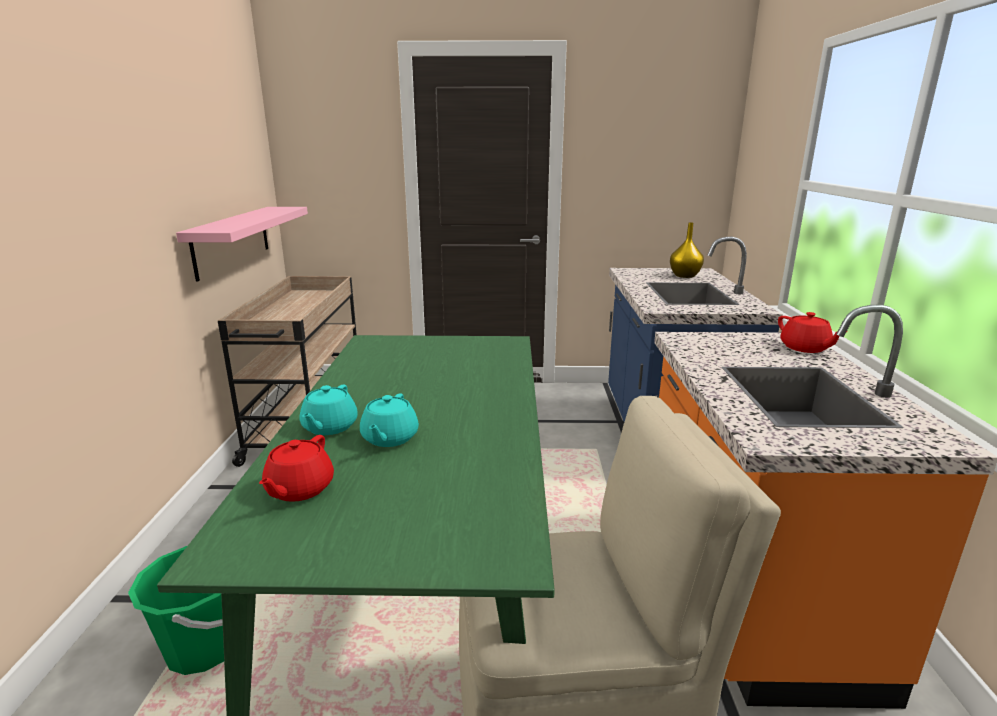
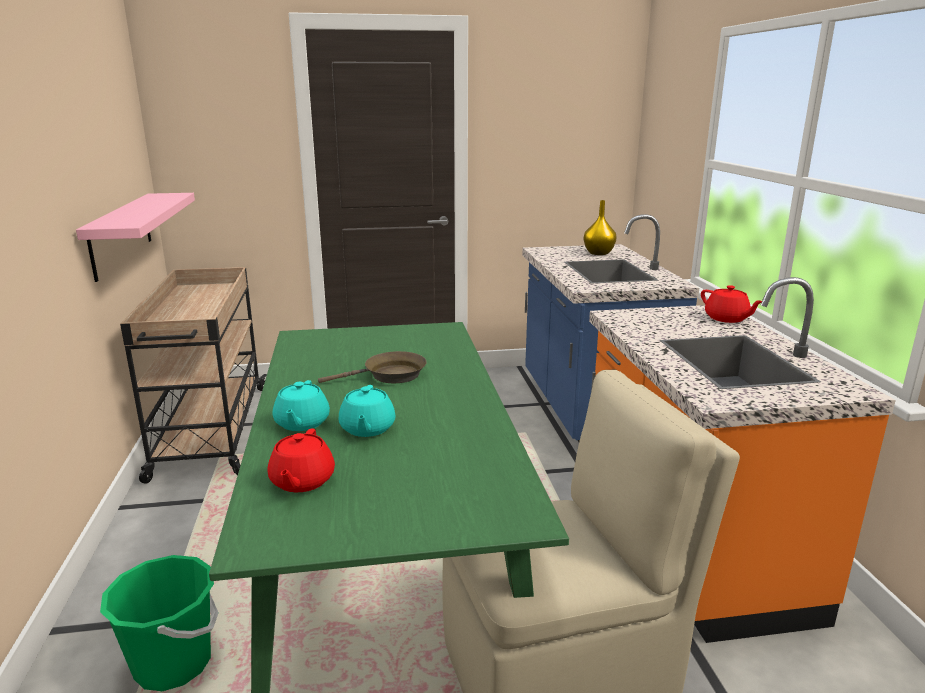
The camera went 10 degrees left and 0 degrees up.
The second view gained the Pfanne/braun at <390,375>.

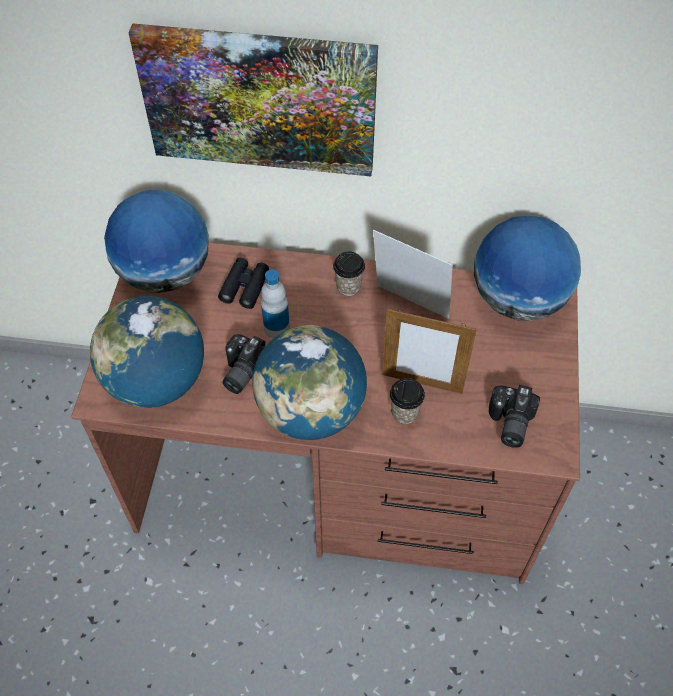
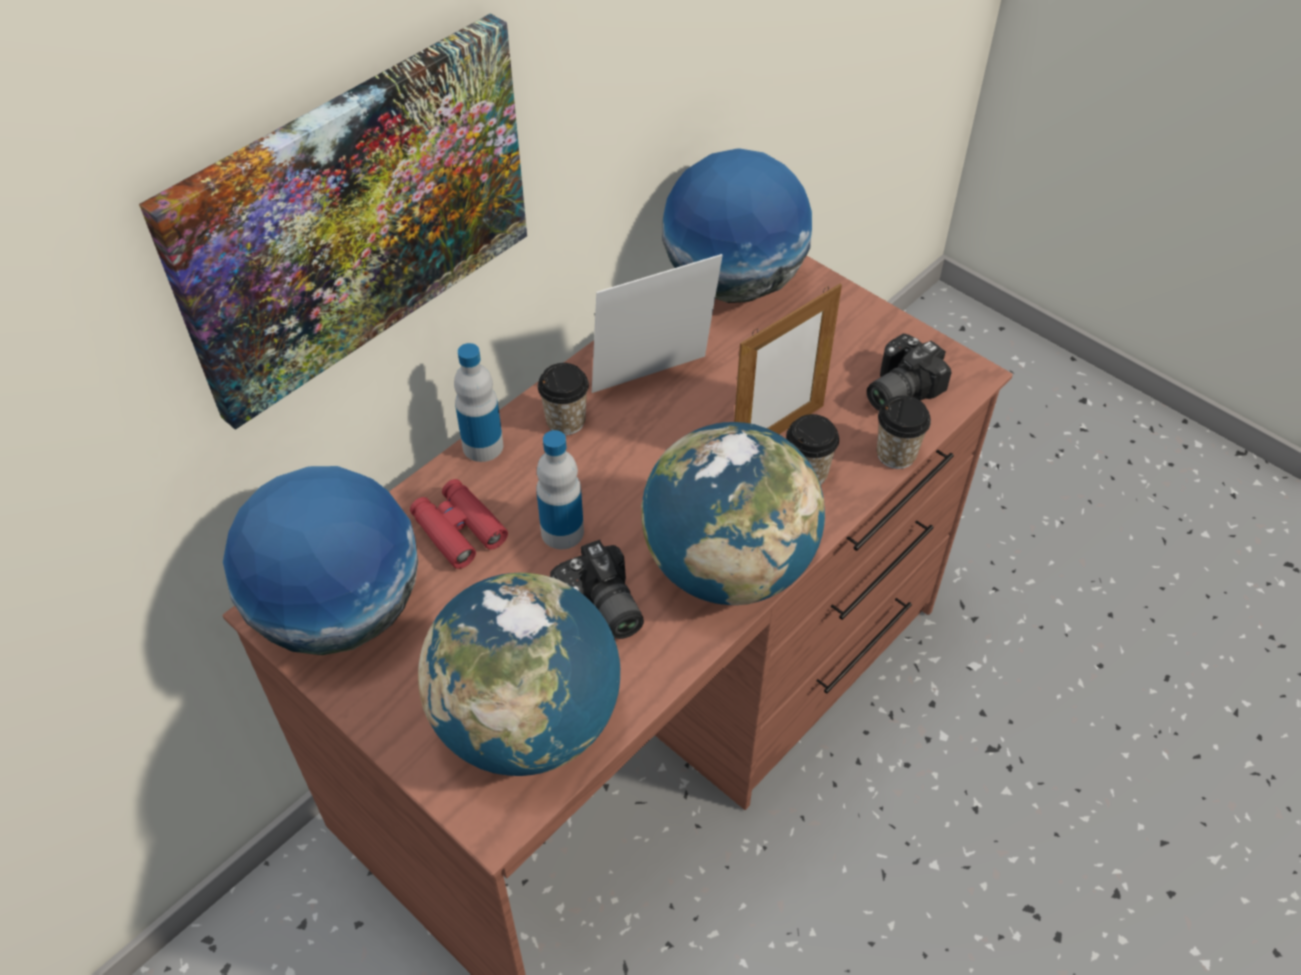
The camera went 55 degrees left and 5 degrees down.
What was the Fernglas/schwarz at <245,287> turned into the Fernglas/rot at <458,530>.
The second view gained the Flasche at <483,446>.
The Kamera at <508,423> ended up facing another way, 90 degrees clockwise from before.
The second view gained the Tasse at <896,454>.

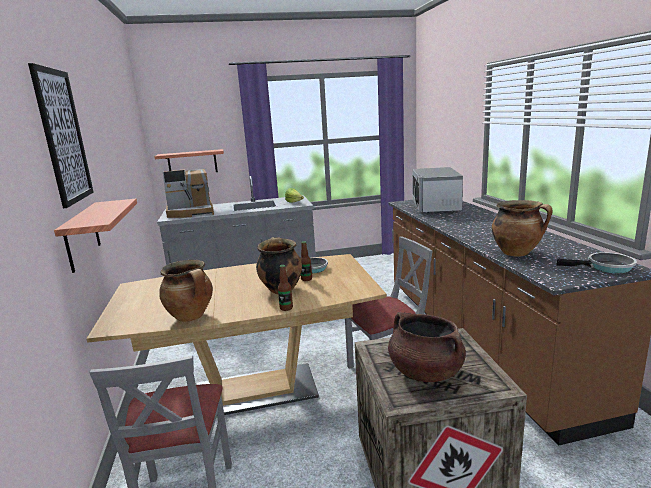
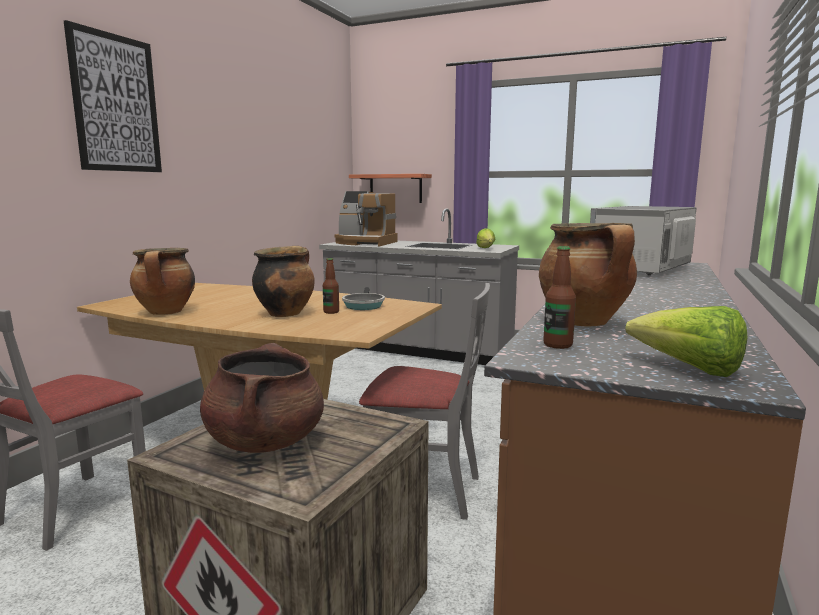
The camera went 35 degrees right and 5 degrees down.
The Flasche ended up elsewhere, having gone from <286,308> to <557,345>.
Where the Pfanne stood at <606,267>, the Salatkopf came to stand at <689,369>.
The second view lost the Wandregal at <82,236>.

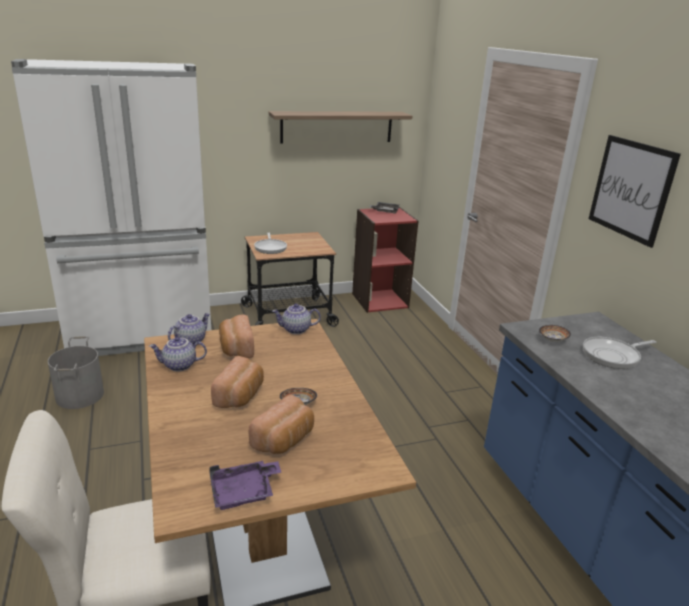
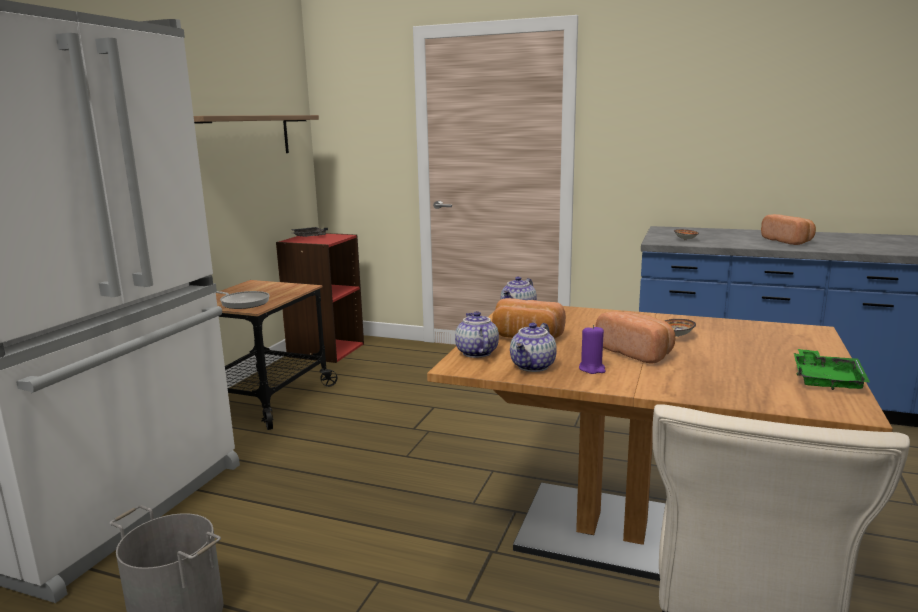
The camera went 50 degrees left and 10 degrees down.
The second view gained the Kerze/lila at <592,369>.
The Brot ended up elsewhere, having gone from <285,440> to <788,241>.
What was the Tablett/lila at <244,492> turned into the Tablett/grün at <826,380>.
The second view lost the Pfanne at <613,356>.
The second view lost the Bild at <631,189>.

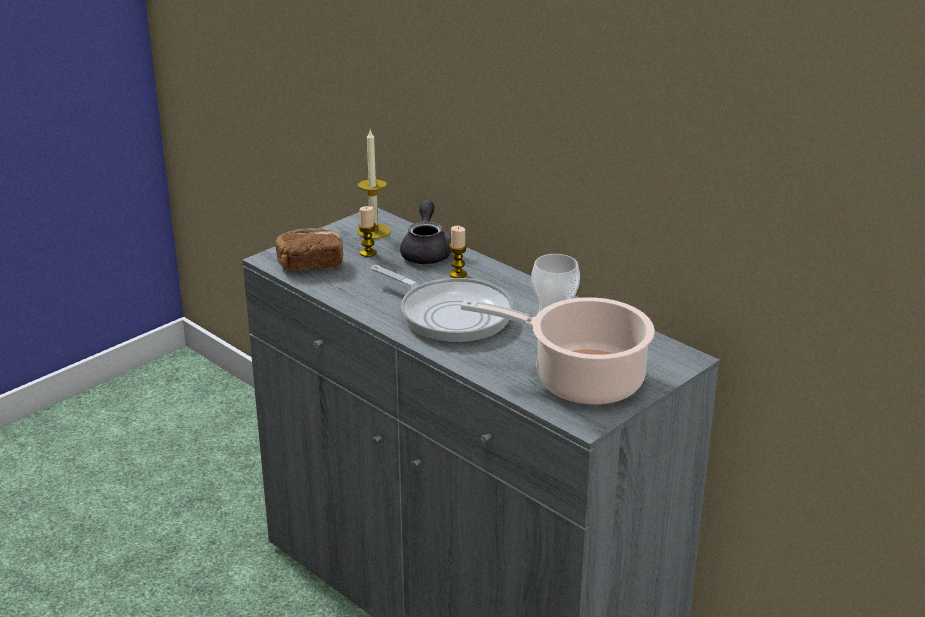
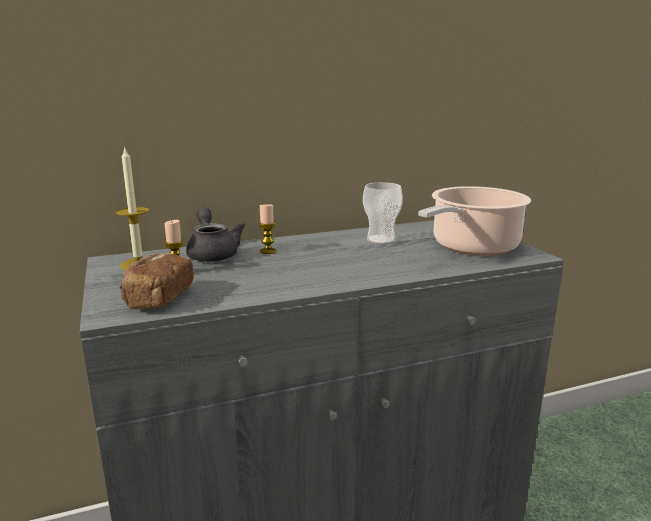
The camera went 65 degrees left and 10 degrees down.
The Teekanne/grau at <427,252> ended up facing another way, 45 degrees clockwise from before.
The second view lost the Pfanne at <450,314>.

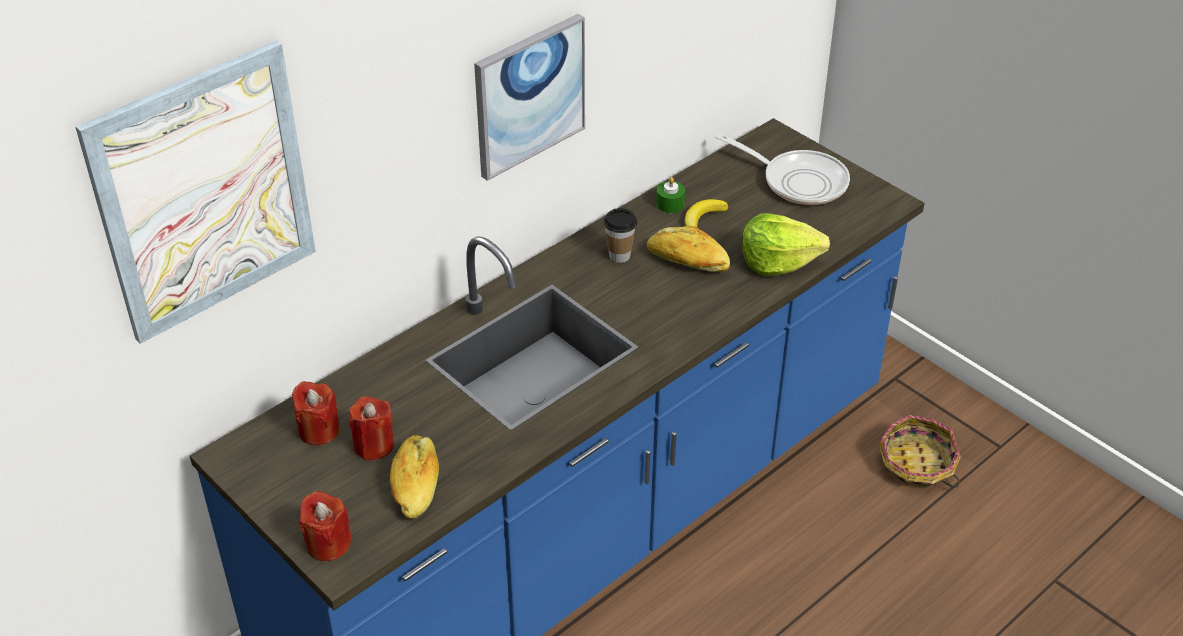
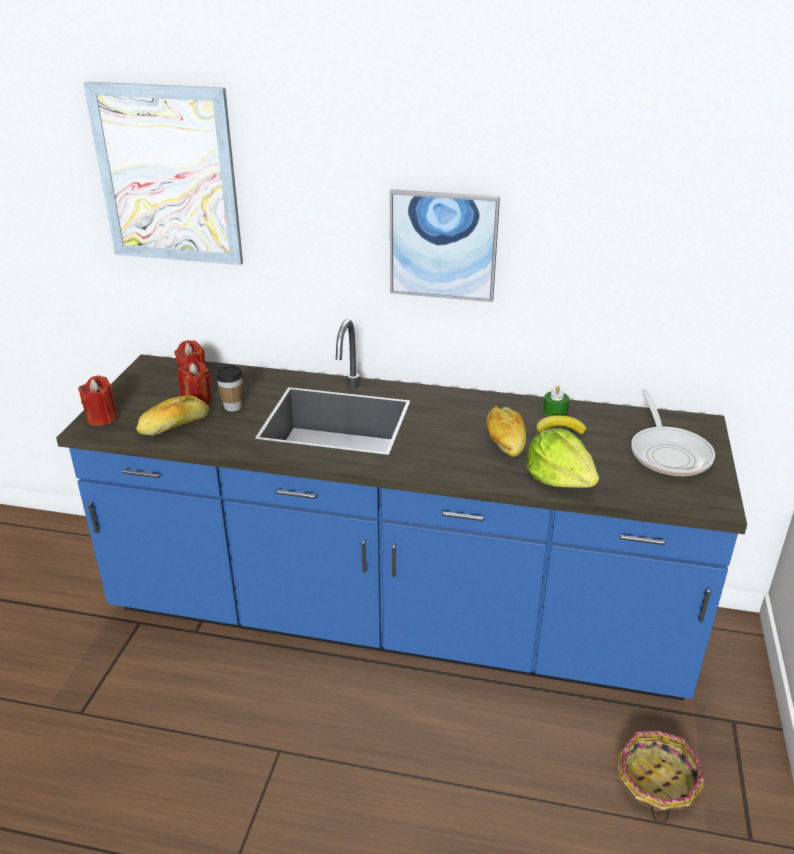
The camera went 55 degrees right and 10 degrees down.
The Tasse ended up elsewhere, having gone from <619,256> to <233,407>.

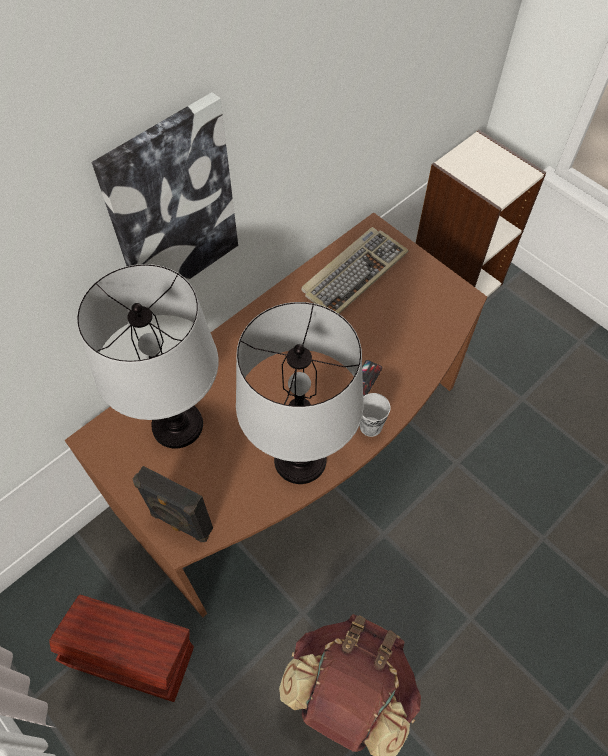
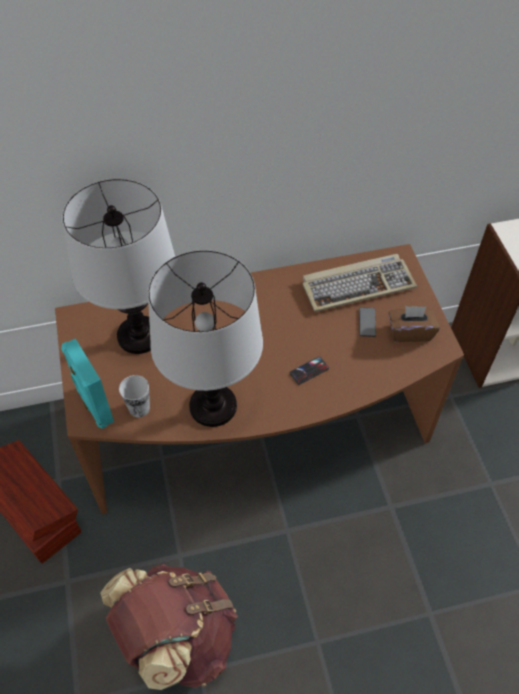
The camera went 30 degrees right and 5 degrees down.
What was the Lautsprecher/schwarz at <181,523> turned into the Lautsprecher/türkis at <94,406>.
The Tasse ended up elsewhere, having gone from <370,426> to <139,408>.
The second view gained the Handy at <367,322>.
The second view gained the Taschentuchbox/braun at <410,332>.
The second view lost the Bild at <171,206>.

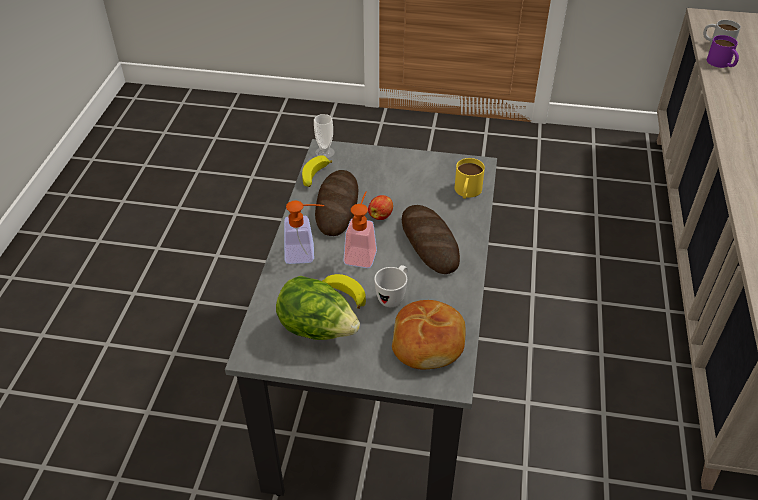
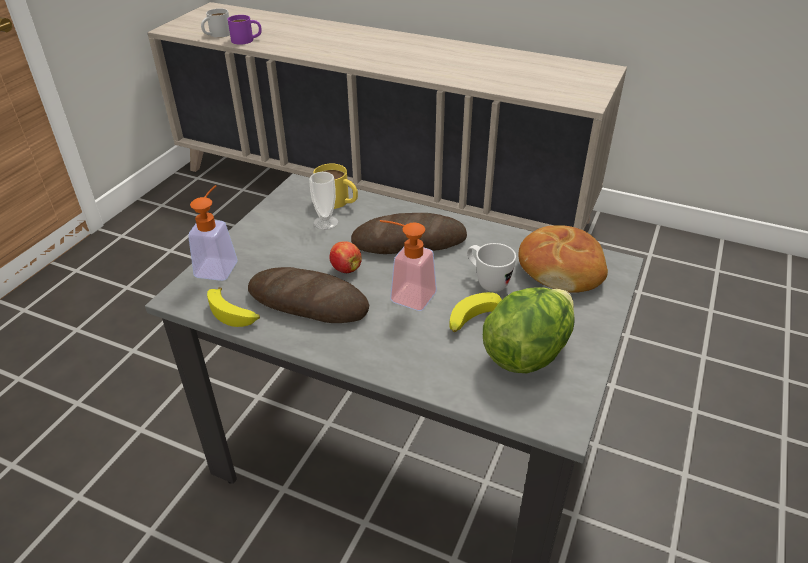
The camera went 75 degrees left and 5 degrees down.
The Seifenspender ended up elsewhere, having gone from <306,254> to <219,265>.
The Tasse ended up elsewhere, having gone from <325,152> to <325,222>.

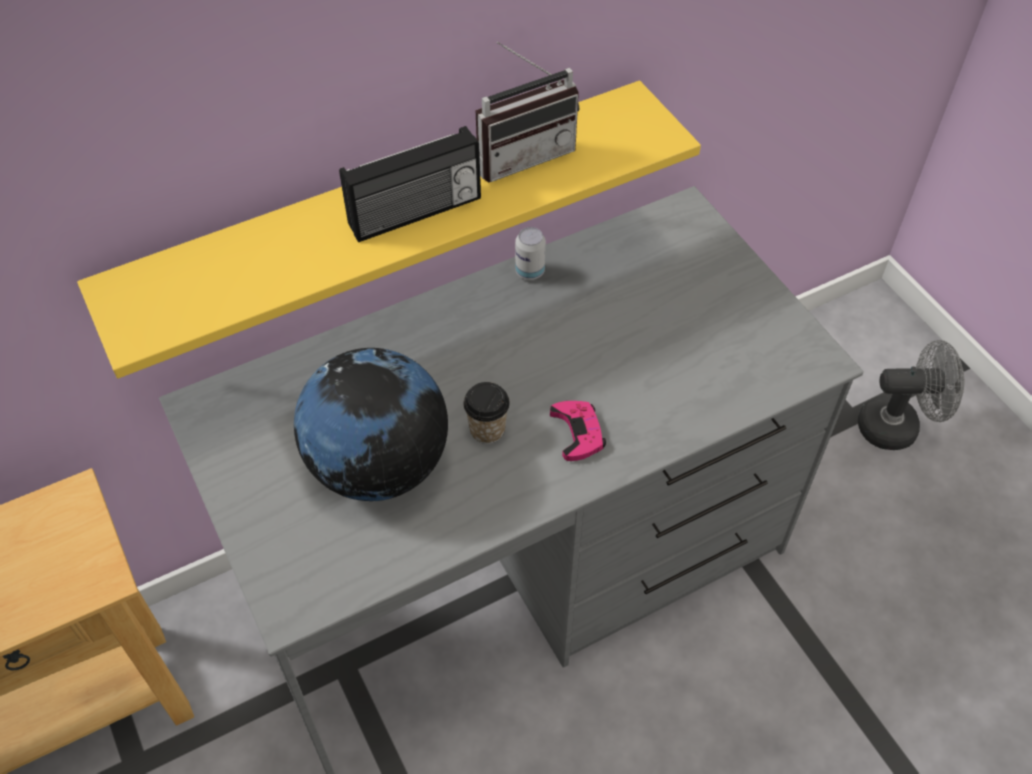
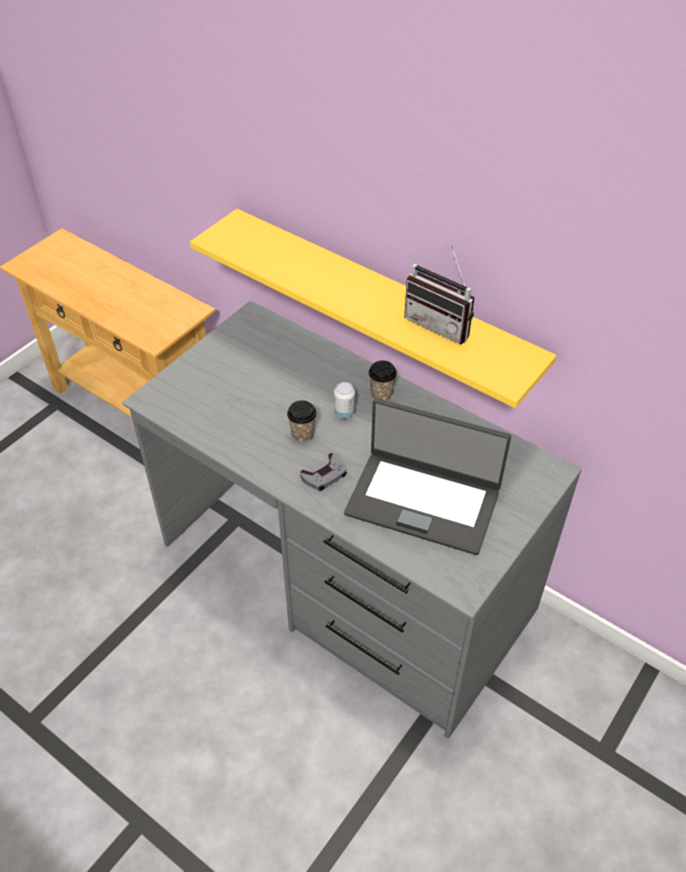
The camera went 65 degrees right and 5 degrees down.
What was the Gamepad/rosa at <577,432> turned into the Gamepad/grau at <324,475>.
The Dose ended up elsewhere, having gone from <530,271> to <344,413>.
The second view gained the Laptop at <423,501>.
The second view gained the Tasse at <381,393>.
The second view lost the Globus at <379,465>.
The second view lost the Radio at <416,213>.
The second view lost the Ventilator/grau at <897,426>.

